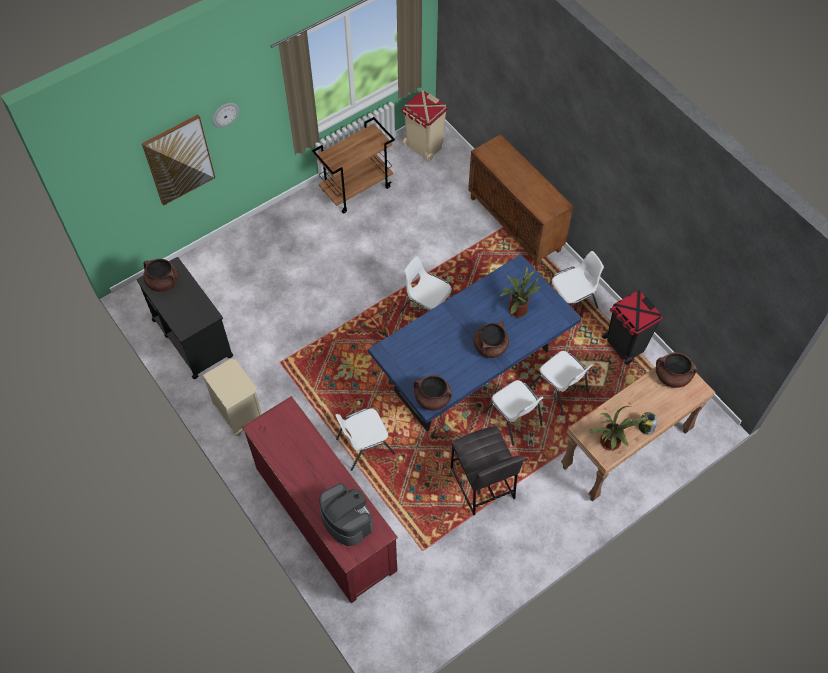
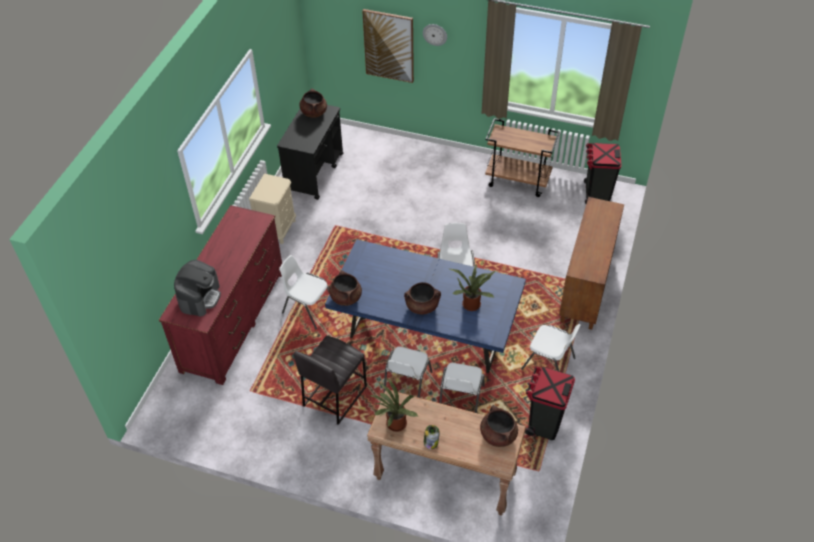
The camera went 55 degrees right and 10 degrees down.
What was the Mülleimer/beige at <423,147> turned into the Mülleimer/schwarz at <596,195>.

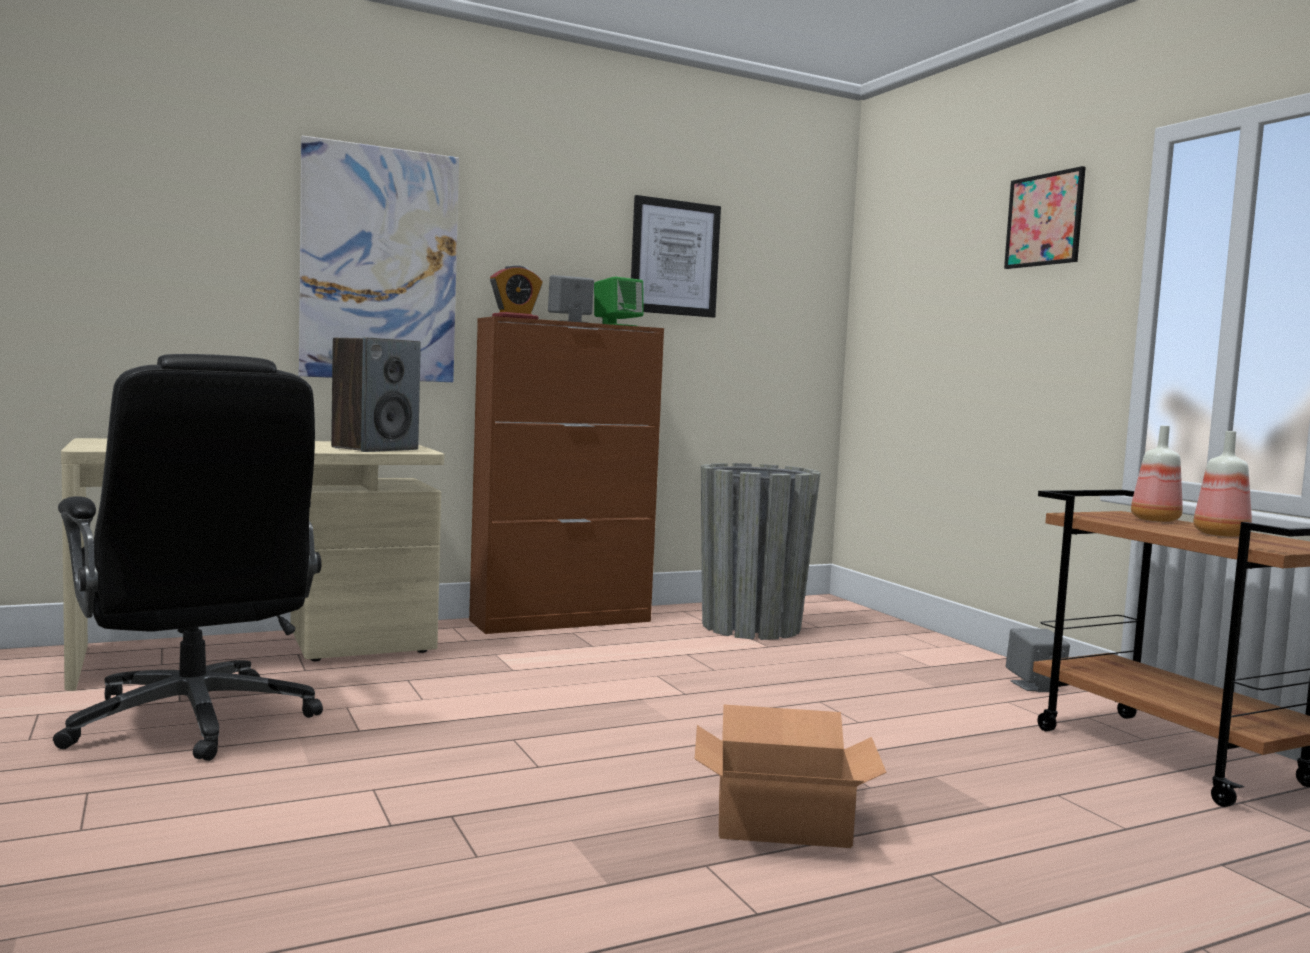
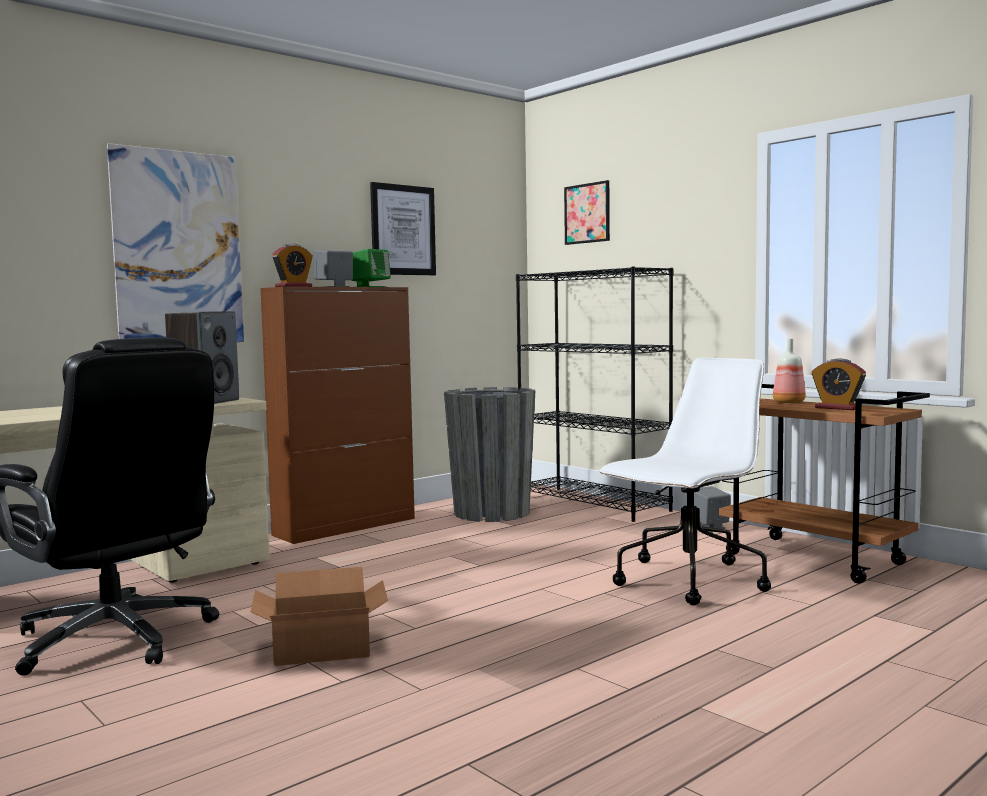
The camera went 15 degrees left and 0 degrees up.
The Karton ended up elsewhere, having gone from <780,820> to <320,647>.
The second view gained the Bücherregal/schwarz at <594,504>.
The Bild ended up elsewhere, having gone from <1044,220> to <587,213>.
The second view gained the Bürostuhl/weiß at <688,581>.
Where the Flasche stood at <1222,535>, the Wecker came to stand at <837,408>.

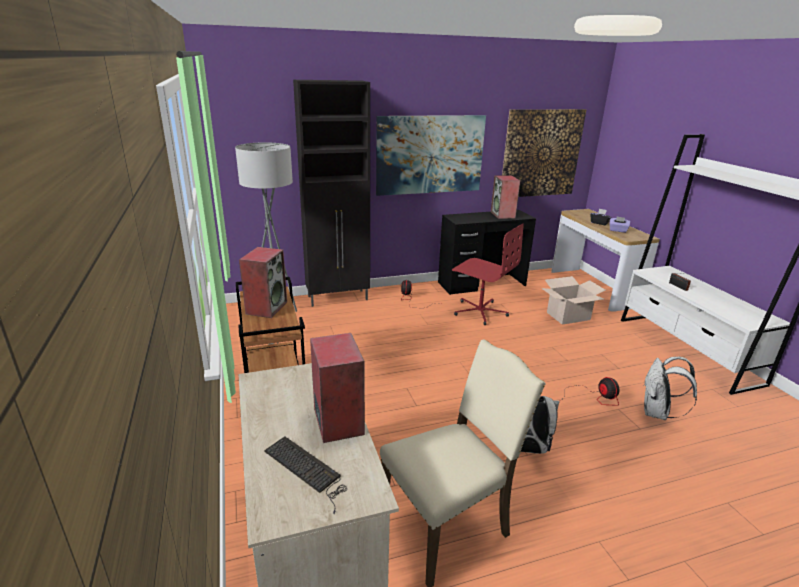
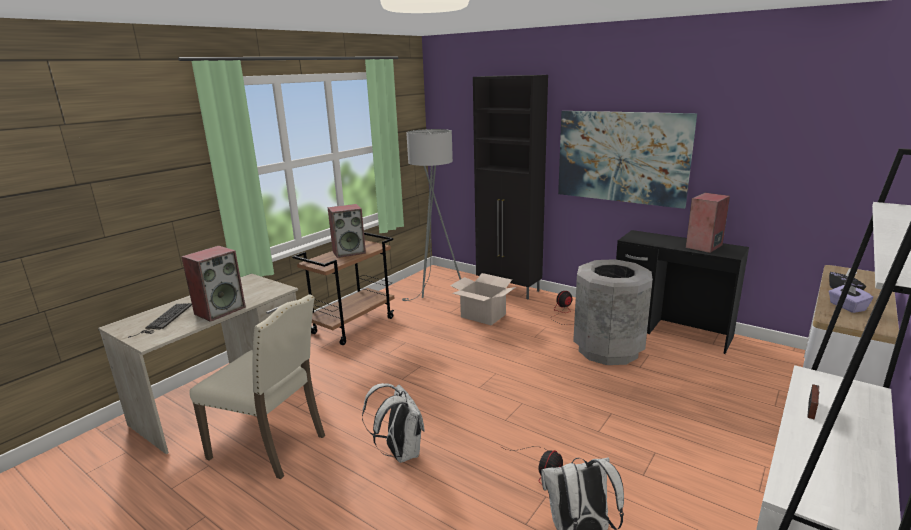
The camera went 55 degrees right and 5 degrees down.
The Karton ended up elsewhere, having gone from <568,316> to <483,315>.
Where the Bürostuhl/rot stood at <480,311>, the Mülleimer/grau came to stand at <608,350>.
The second view lost the Bild at <541,153>.

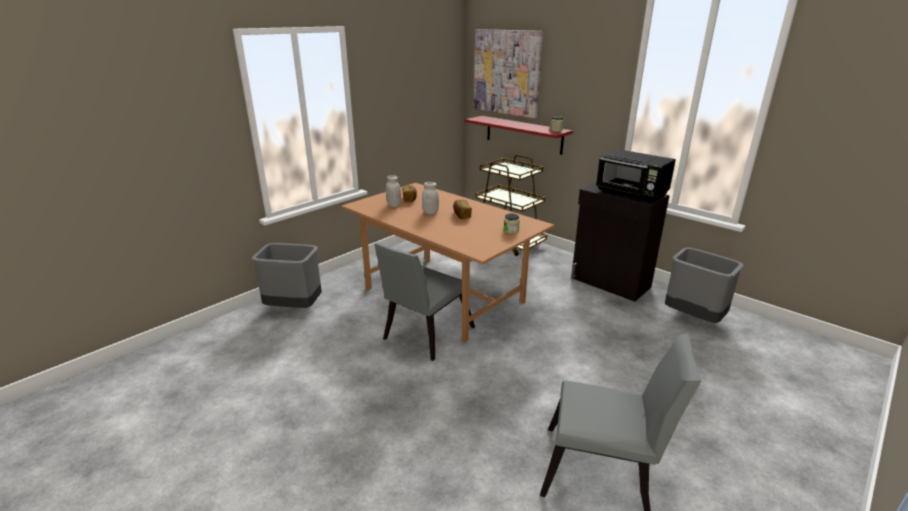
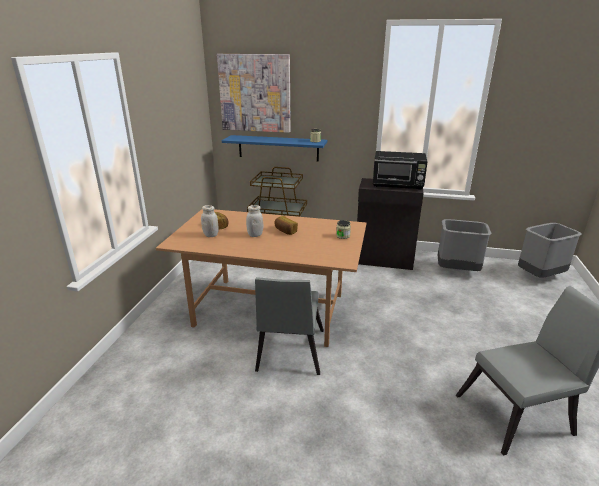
The camera went 30 degrees left and 0 degrees up.
What was the Wandregal/rot at <523,134> turned into the Wandregal/blau at <278,148>.
The Mülleimer/grau ended up elsewhere, having gone from <293,308> to <540,276>.

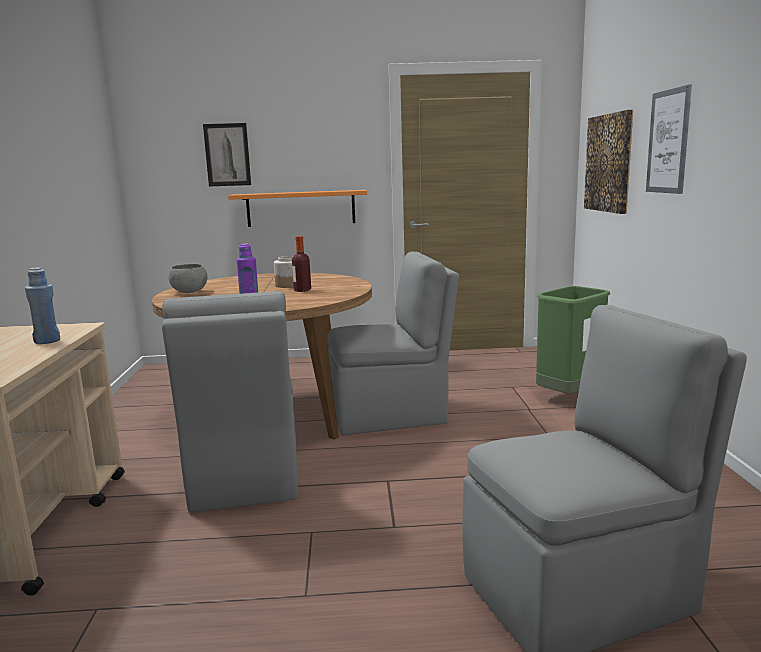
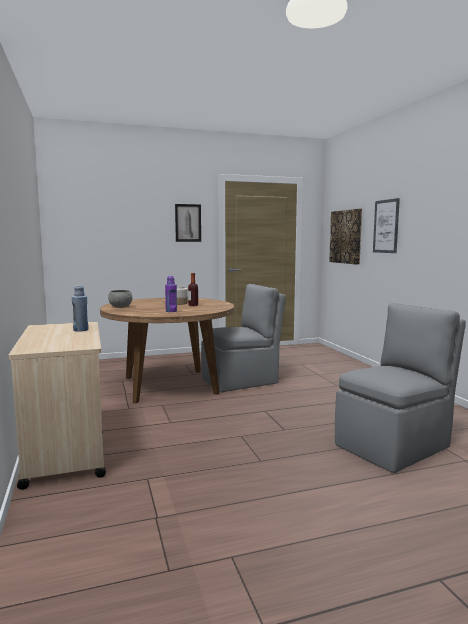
The camera went 15 degrees left and 5 degrees down.
The Bild ended up elsewhere, having gone from <227,155> to <188,223>.
The second view lost the Stuhl/grau at <244,477>.
The second view lost the Wandregal/orange at <301,208>.
The second view lost the Mülleimer/grün at <569,397>.

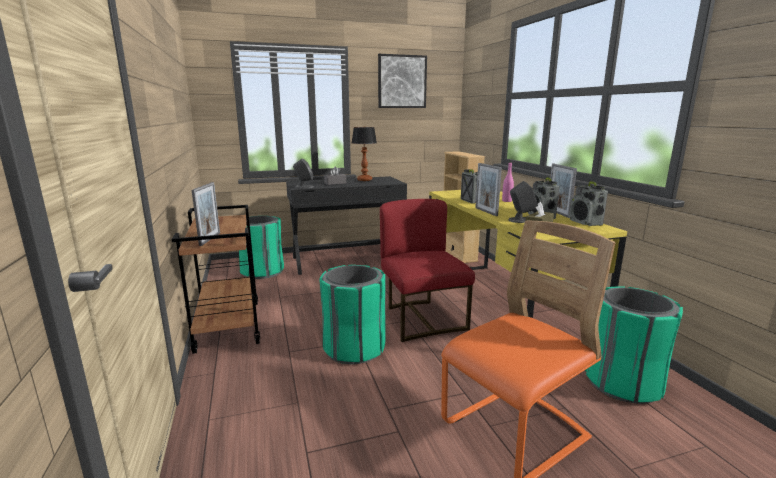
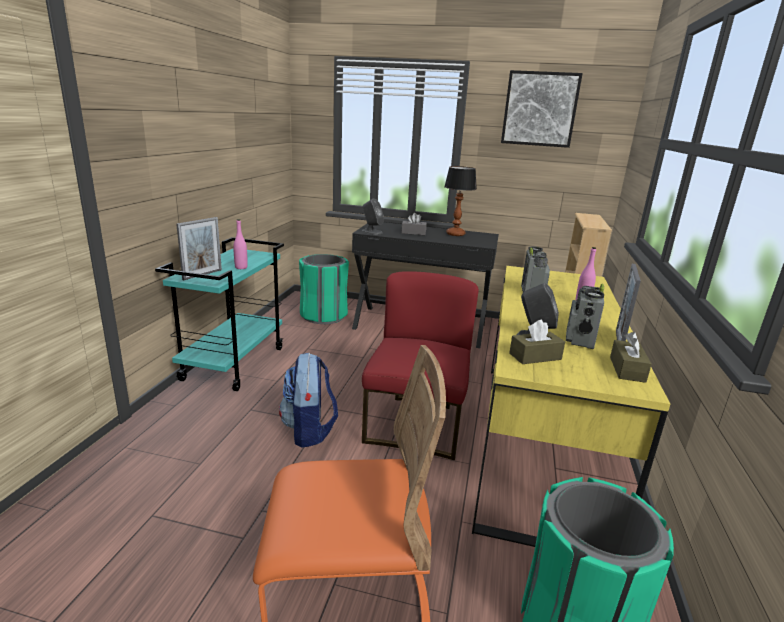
The camera went 30 degrees right and 5 degrees up.
What was the Rollwagen/braun at <227,325> turned into the Rollwagen/türkis at <234,363>.
The second view gained the Flasche/rosa at <241,267>.
Where the Mülleimer/grün stood at <354,348>, the Rucksack came to stand at <309,430>.
Where the Radio stood at <585,223>, the Taschentuchbox/braun came to stand at <627,369>.
The second view lost the Bilderrahmen at <486,212>.

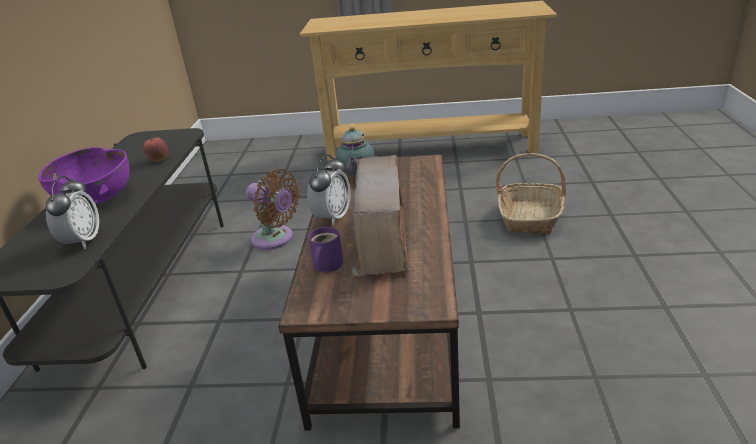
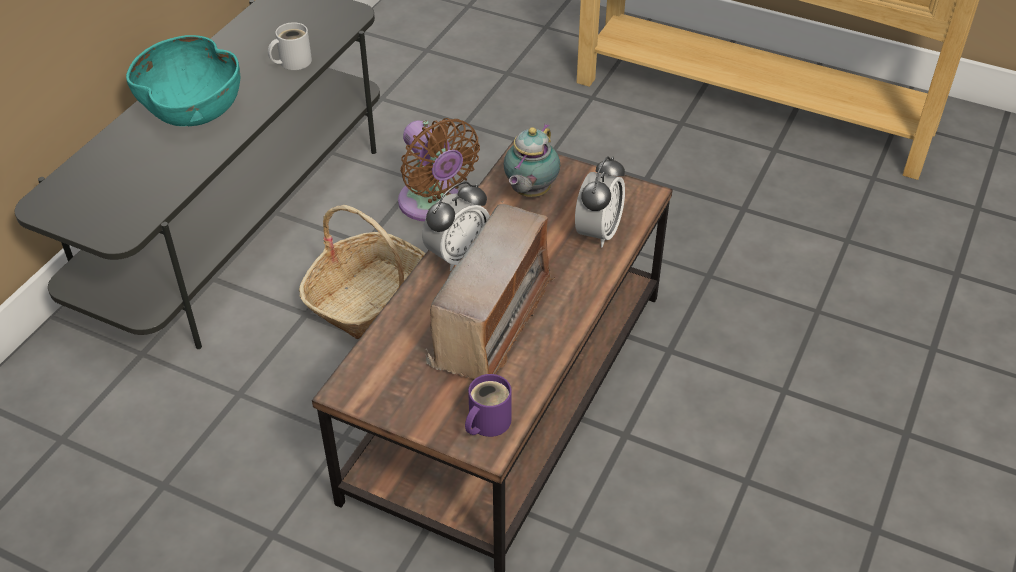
The camera went 20 degrees right and 15 degrees up.
What was the Schüssel/lila at <97,197> turned into the Schüssel/türkis at <193,109>.
Where the Apfel stood at <159,160>, the Henkelbecher/weiß came to stand at <292,62>.
The Korb ended up elsewhere, having gone from <530,216> to <369,297>.
The Henkelbecher/lila ended up elsewhere, having gone from <326,265> to <486,422>.
The Wecker ended up elsewhere, having gone from <83,241> to <598,232>.

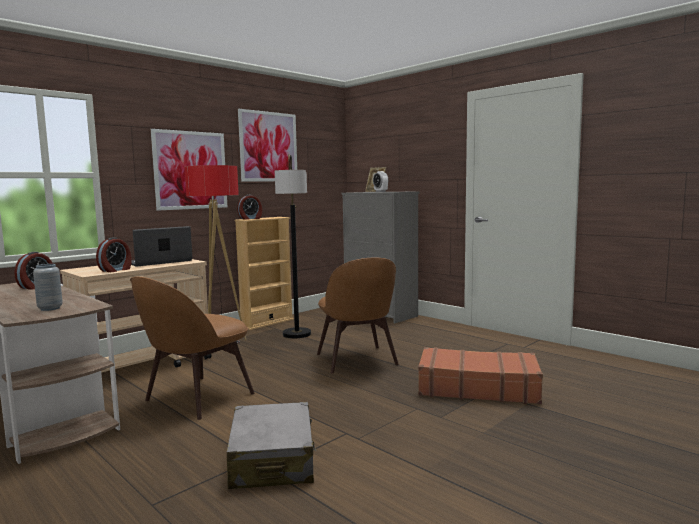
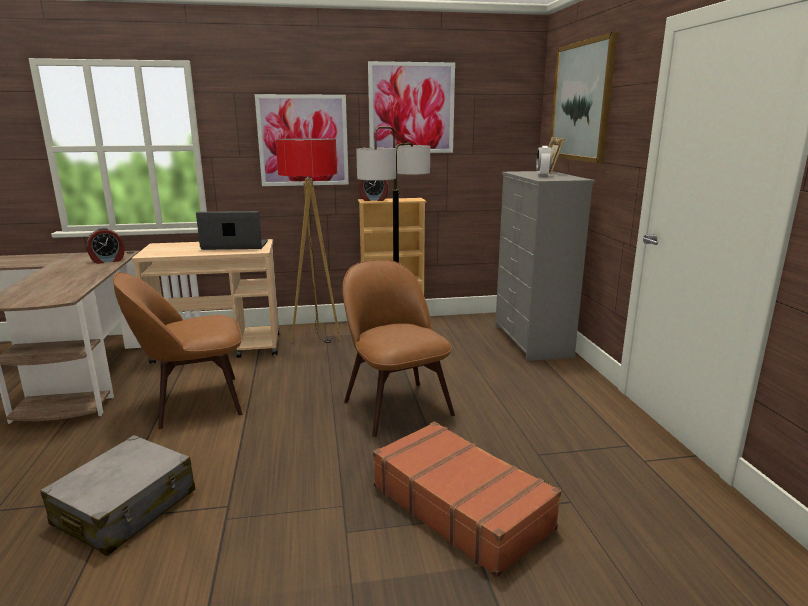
The camera went 35 degrees right and 10 degrees up.
The Stuhl/braun at <357,360> ended up facing another way, 135 degrees clockwise from before.
The second view gained the Bild at <581,102>.
The second view lost the Vase/grau at <50,308>.
The second view lost the Wecker at <116,270>.

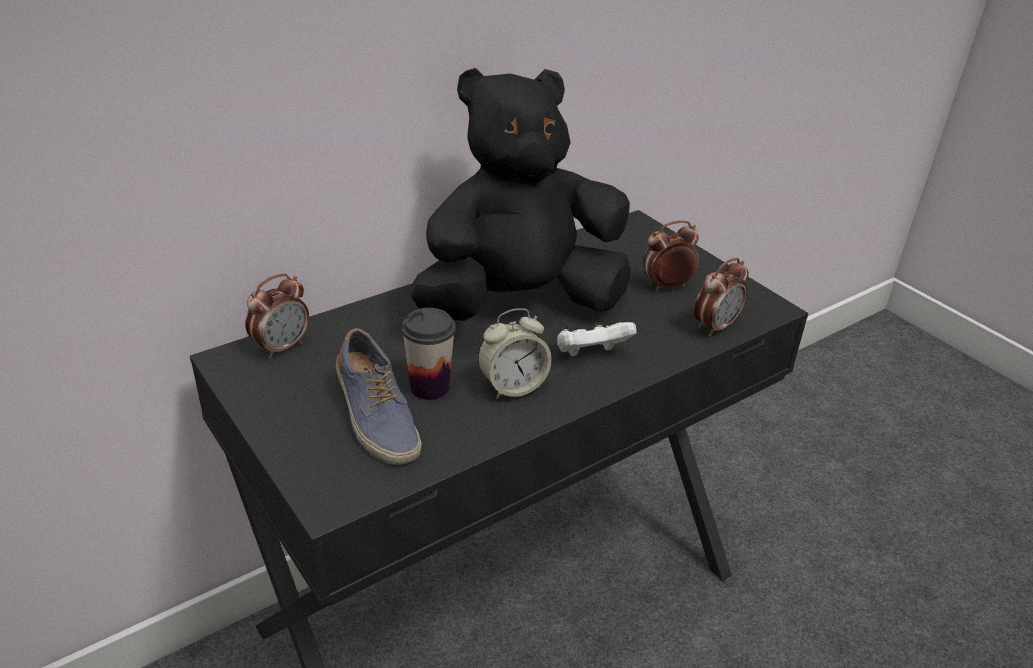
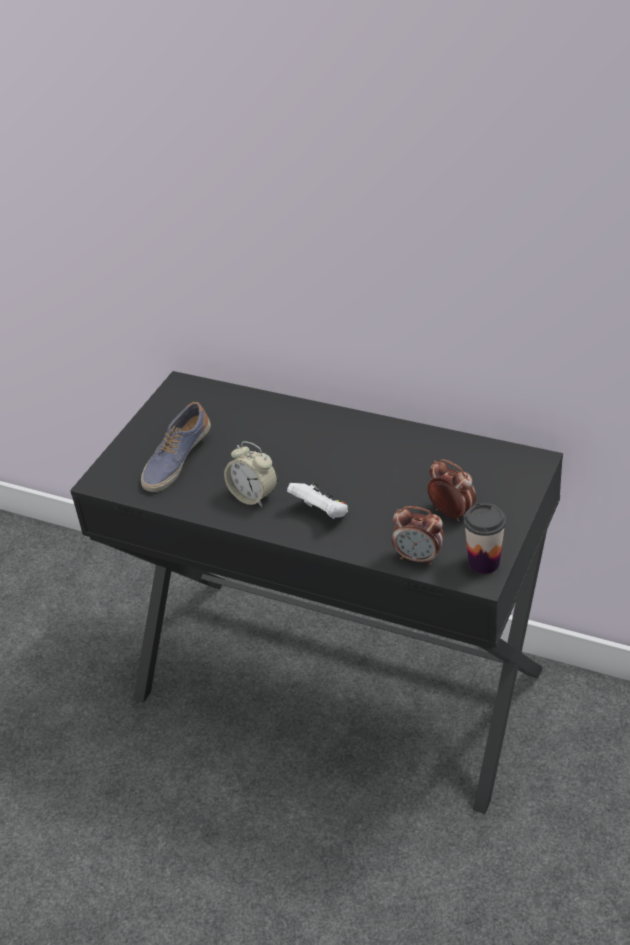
The camera went 65 degrees right and 5 degrees up.
The Tasse ended up elsewhere, having gone from <429,387> to <484,562>.
The second view lost the Wecker at <281,347>.
The second view lost the Plüschtier/schwarz at <519,303>.

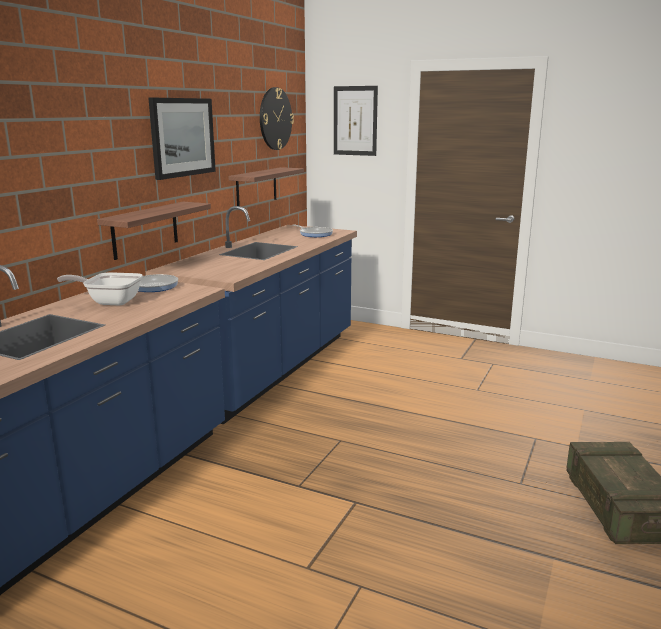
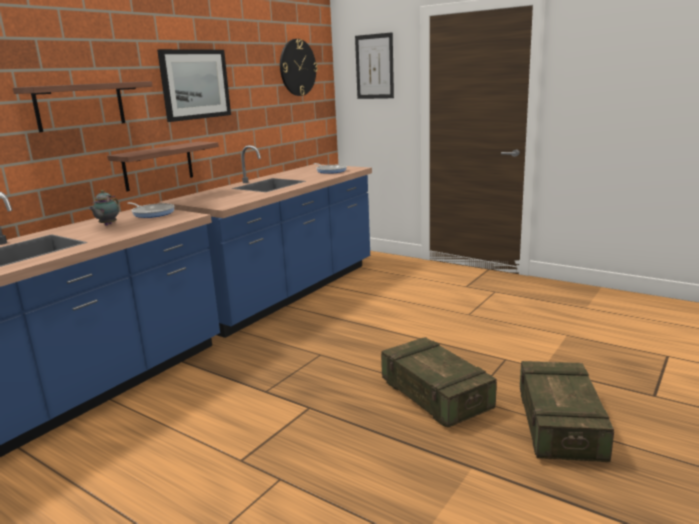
The camera went 10 degrees right and 0 degrees up.
The Wandregal ended up elsewhere, having gone from <256,187> to <80,106>.
Where the Pfanne stood at <110,301>, the Teekanne came to stand at <107,225>.
The second view gained the Kiste at <435,396>.

